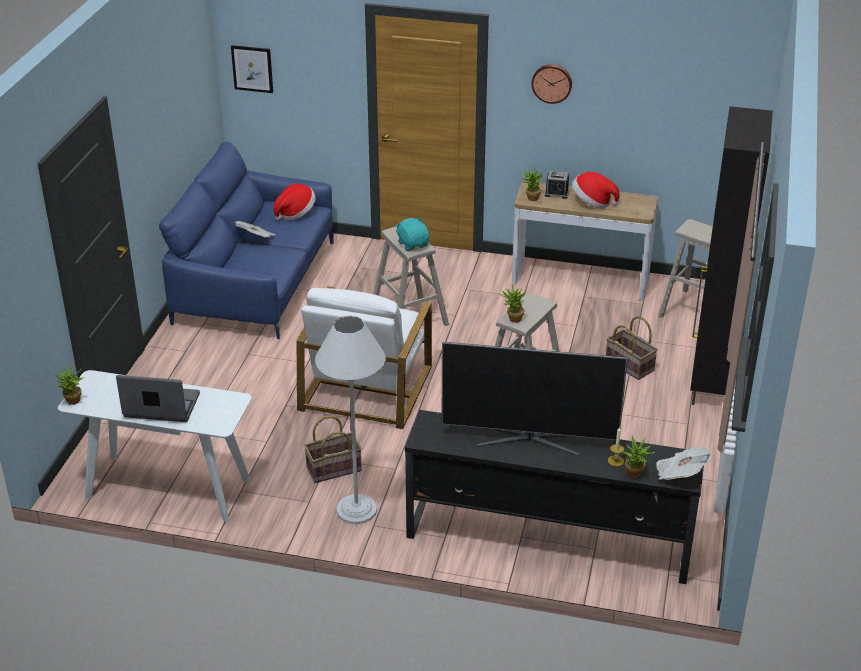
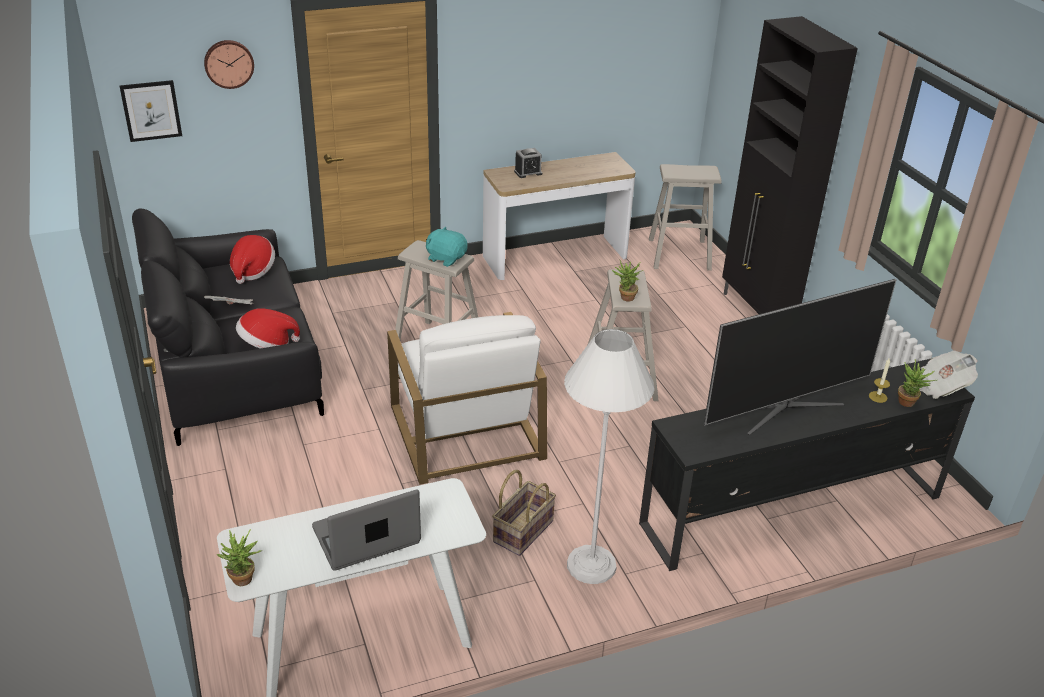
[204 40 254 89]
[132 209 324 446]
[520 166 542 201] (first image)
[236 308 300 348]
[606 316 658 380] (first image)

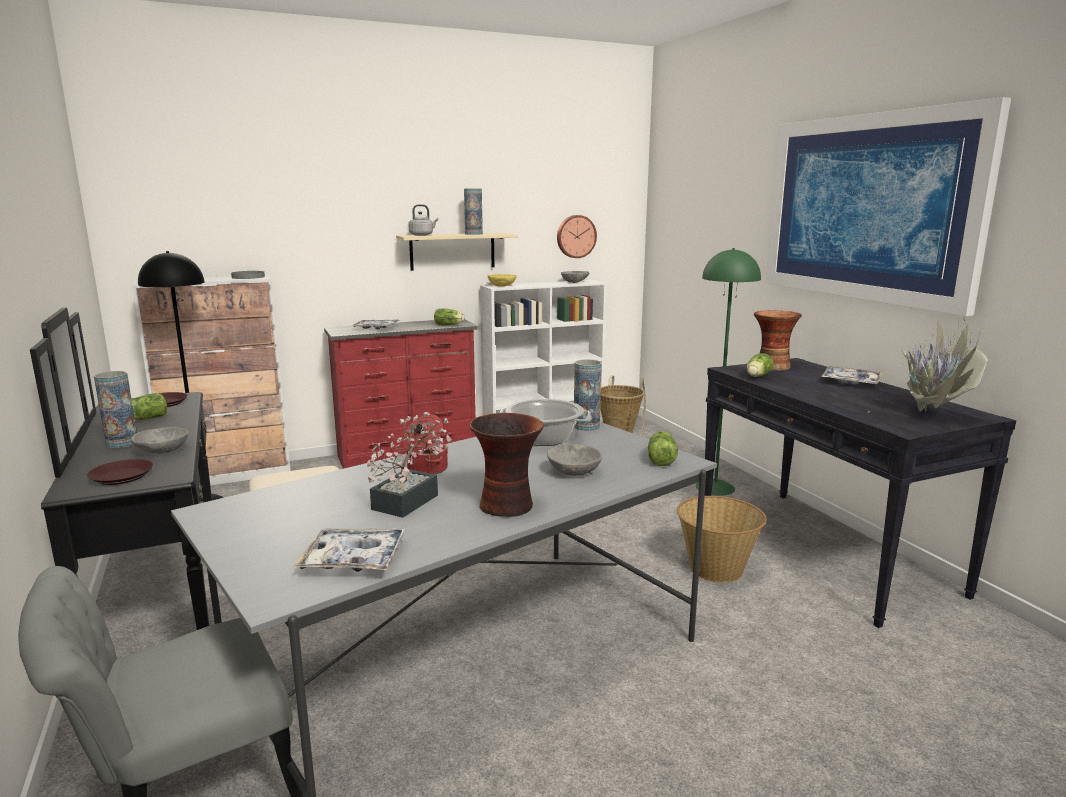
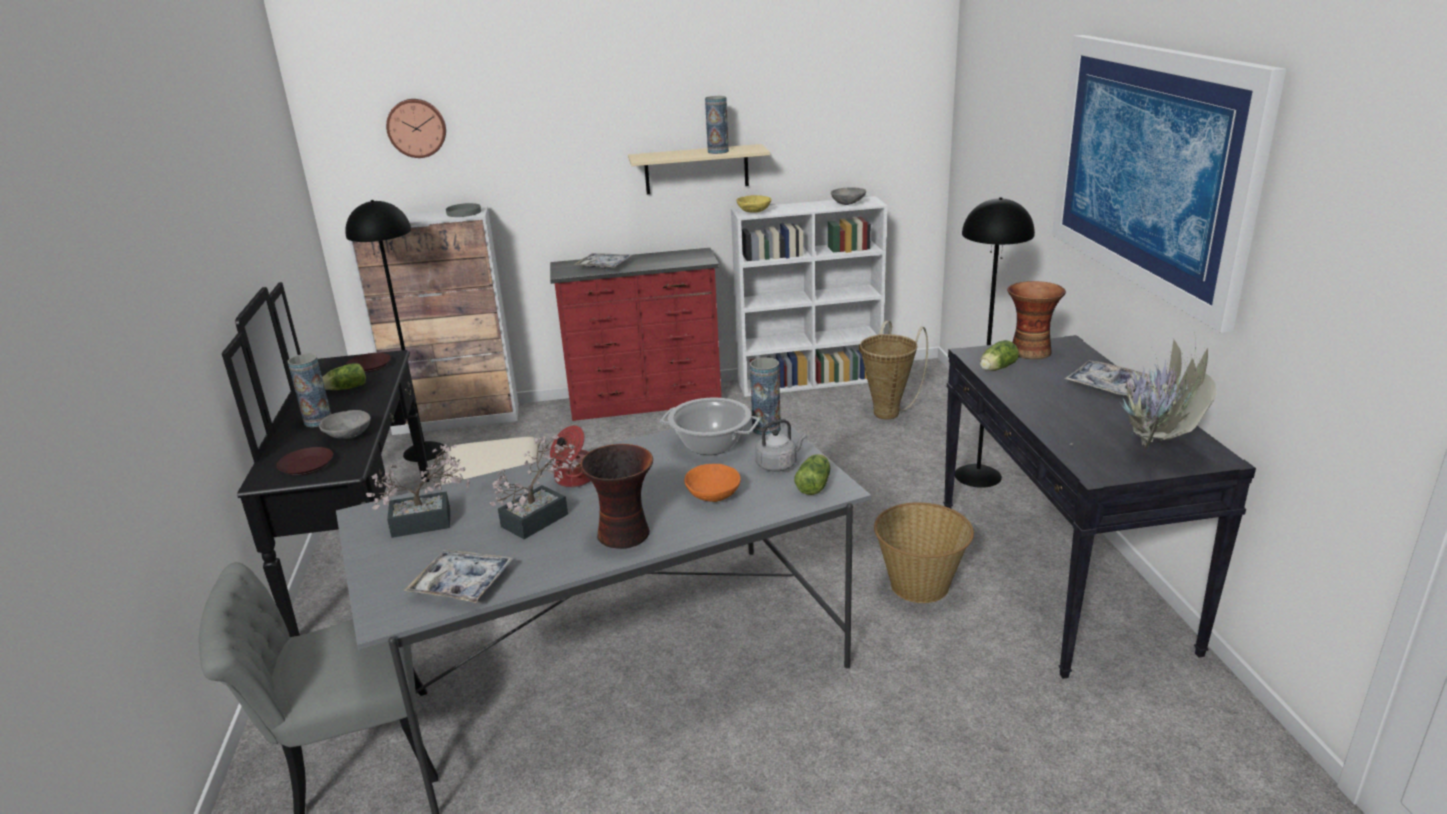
[755 419 807 472]
[386 99 446 158]
[955 197 1035 488]
[434 308 464 325] (first image)
[684 464 741 502]
[366 444 470 538]

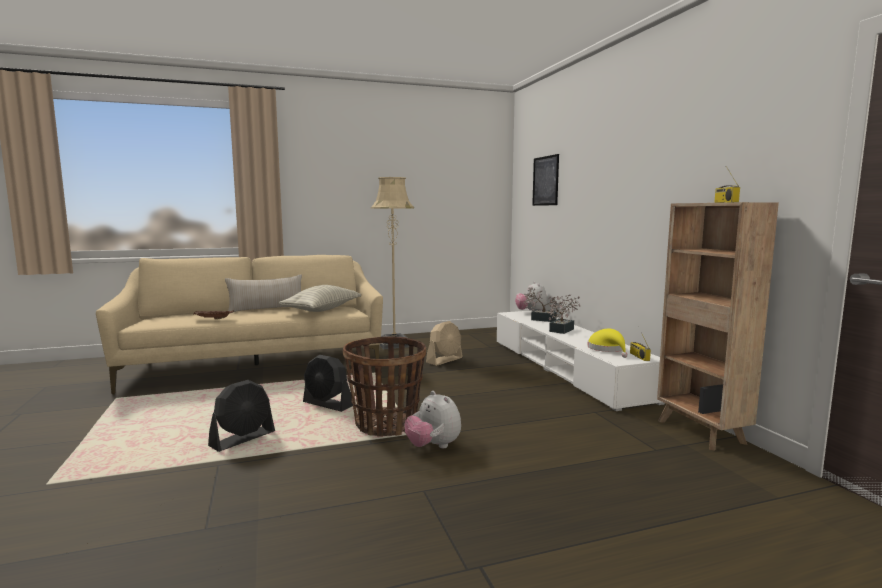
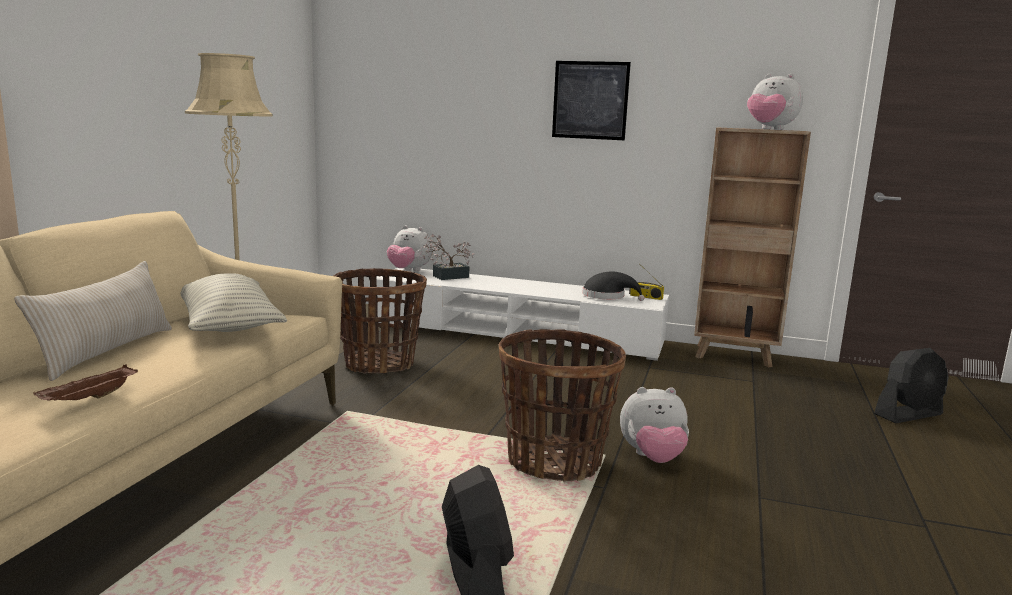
[552 61 631 140]
[747 74 803 130]
[549 294 580 334] (first image)
[333 268 427 374]
[583 272 645 301]
[874 348 949 423]

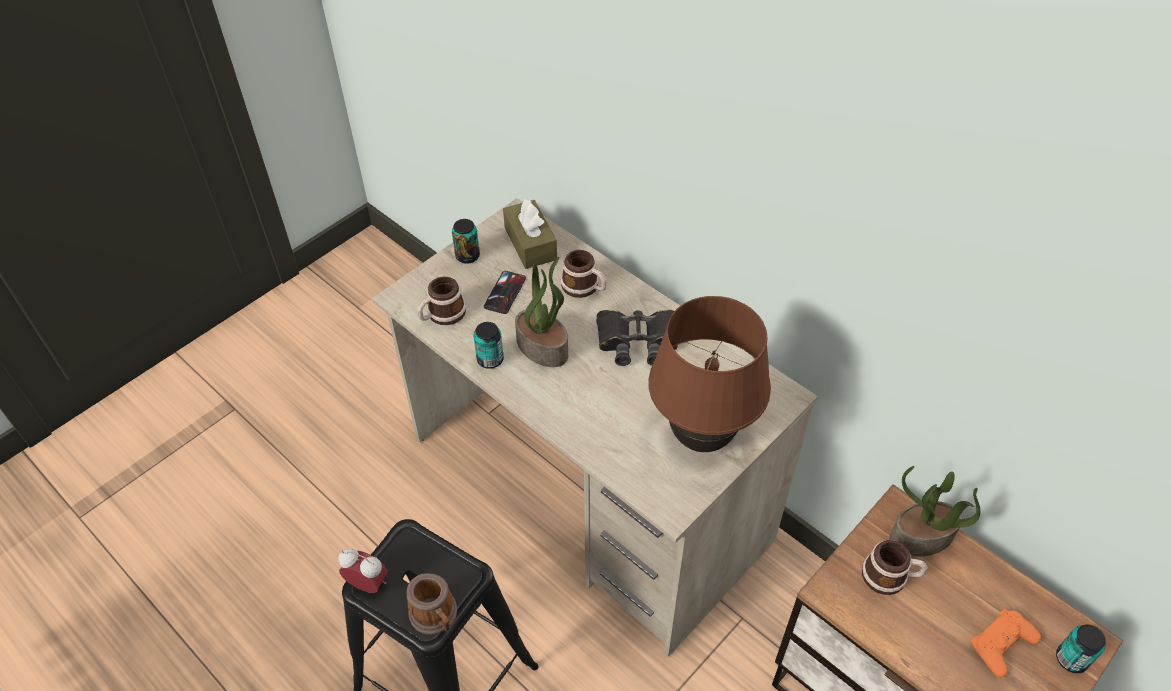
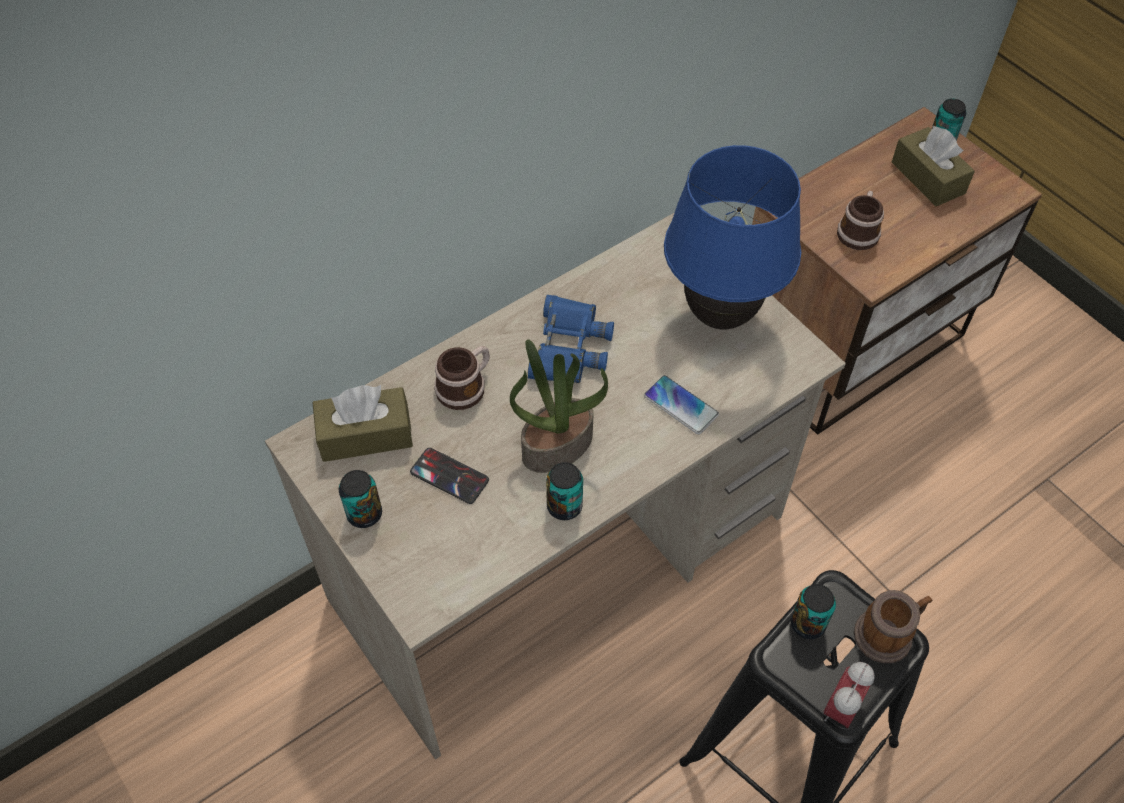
[417 276 466 325] (first image)
[664 145 801 329]
[528 295 614 383]
[889 466 980 556] (first image)
[892 126 975 206]
[644 375 719 434]
[791 584 836 639]

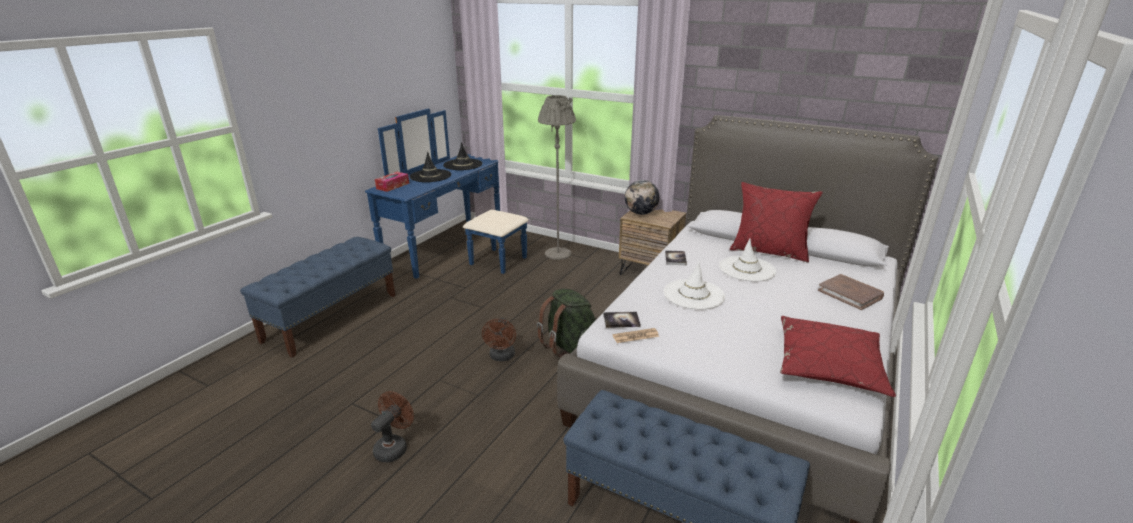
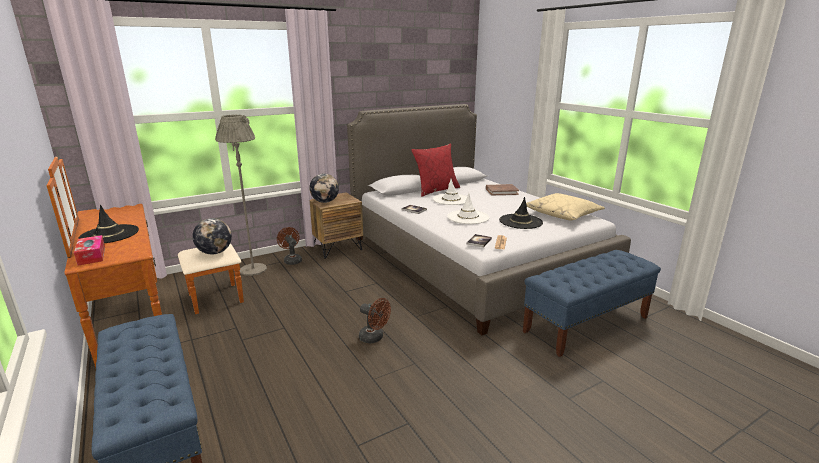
[46 157 244 367]
[499 197 543 229]
[537 289 595 358] (first image)
[526 193 605 220]
[277 227 302 265]
[192 218 232 254]

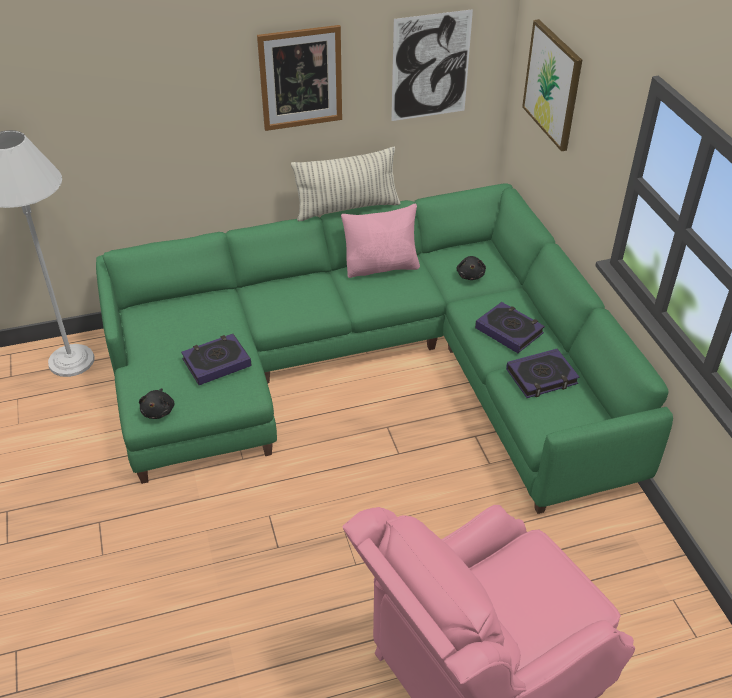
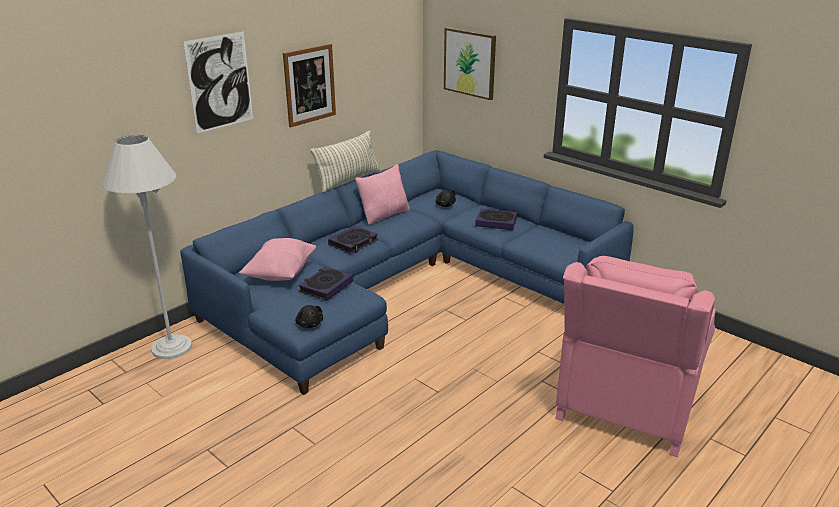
[183 32 253 133]
[180 150 634 395]
[328 225 378 254]
[239 238 316 281]

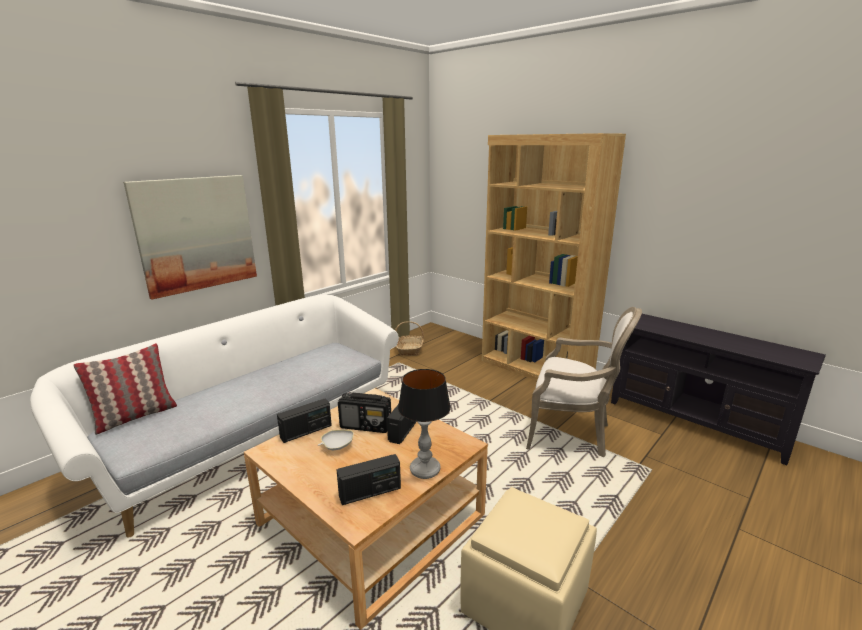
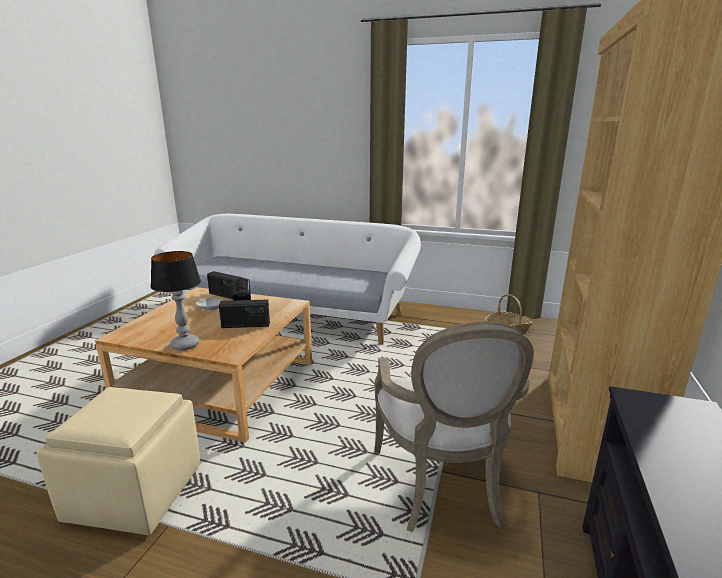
[123 175 257 300] (first image)
[74 343 177 435] (first image)
[337 454 401 505] (first image)

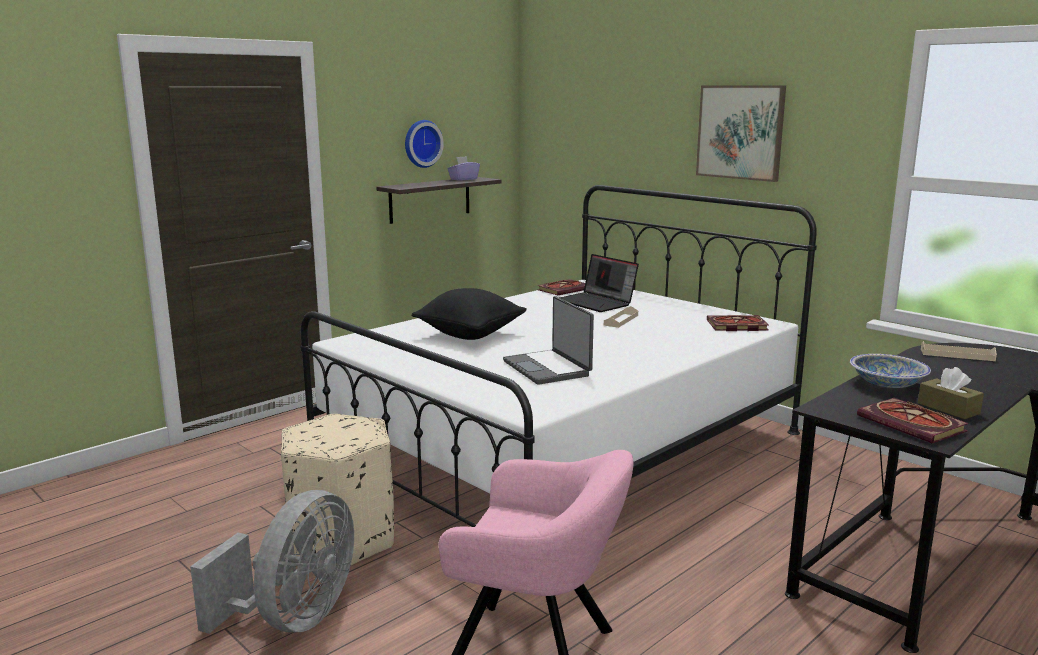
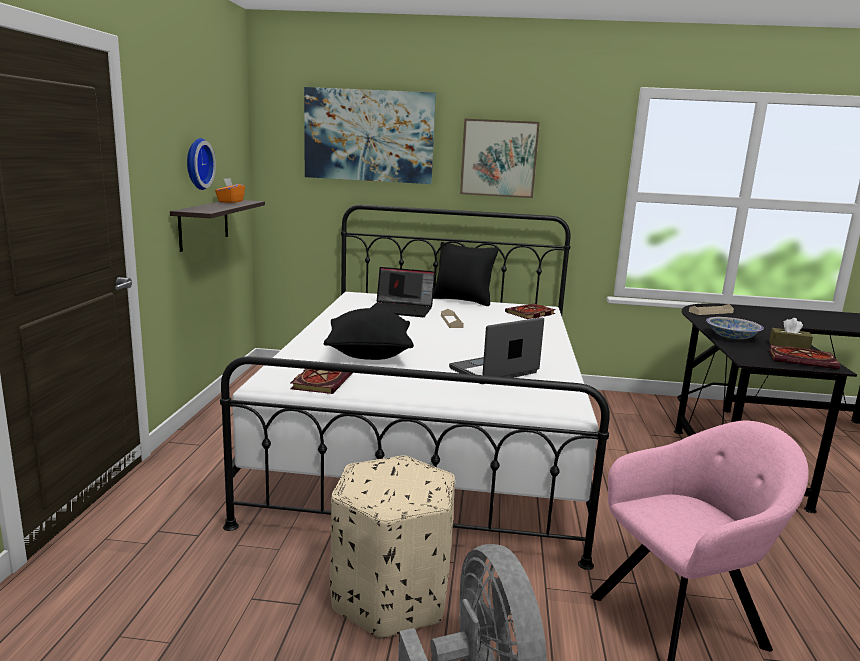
[215 178 245 203]
[290 369 352 394]
[449 317 544 384]
[304 87 436 184]
[433 242 498 306]

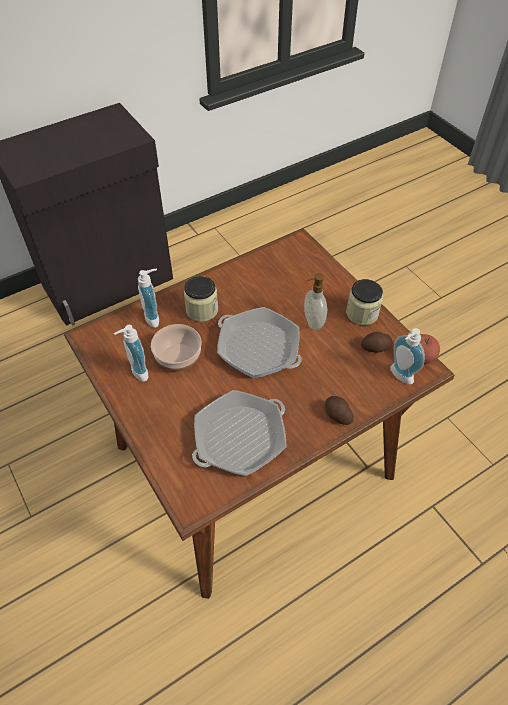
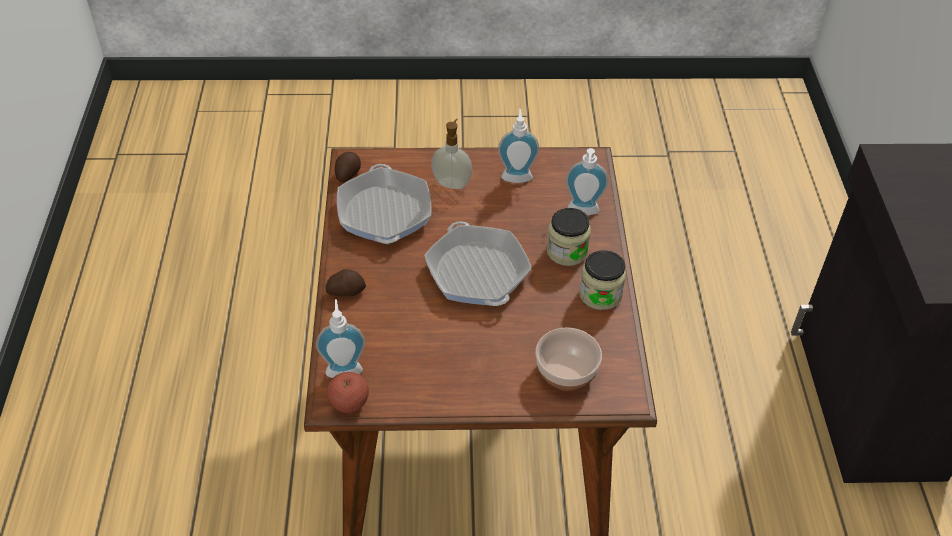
[431 119 472 189]
[579 250 626 310]
[424 221 532 306]
[536 327 602 391]
[335 152 361 182]

